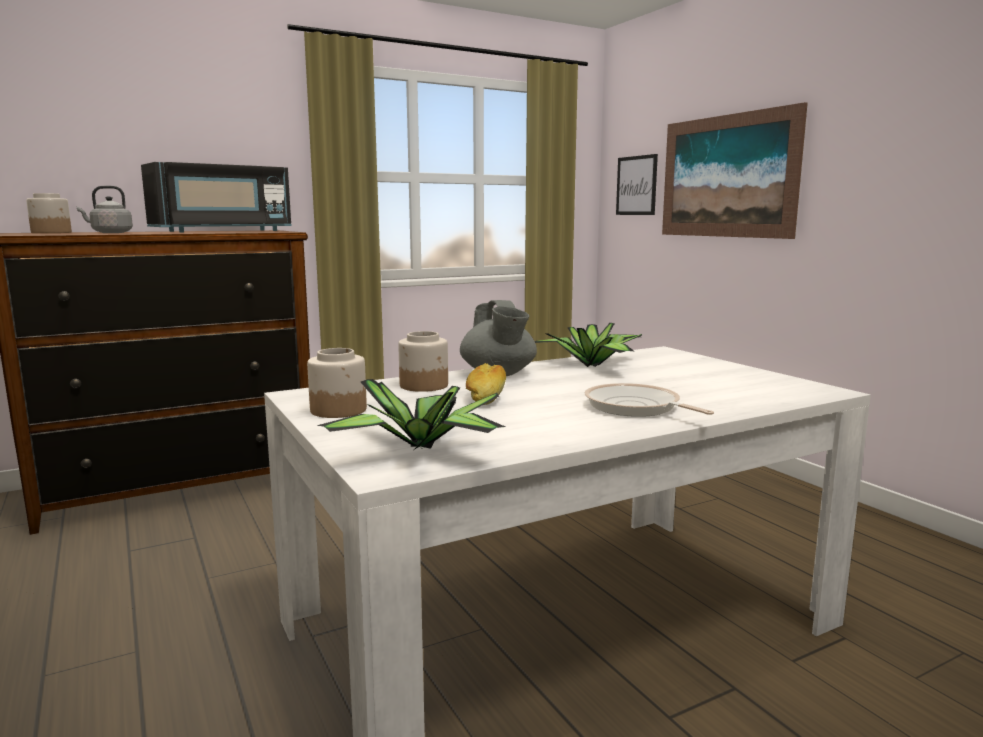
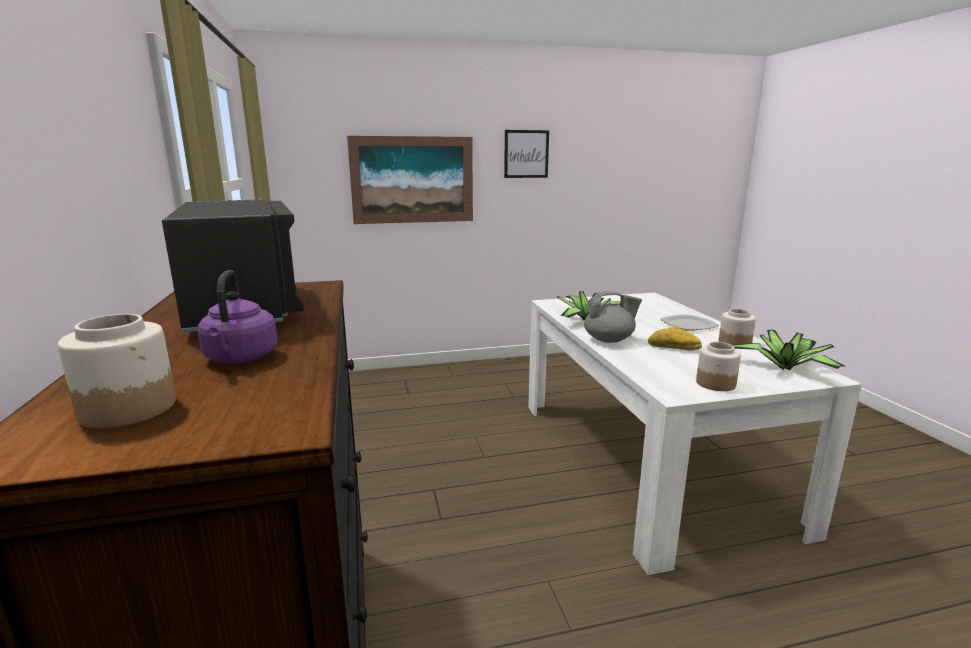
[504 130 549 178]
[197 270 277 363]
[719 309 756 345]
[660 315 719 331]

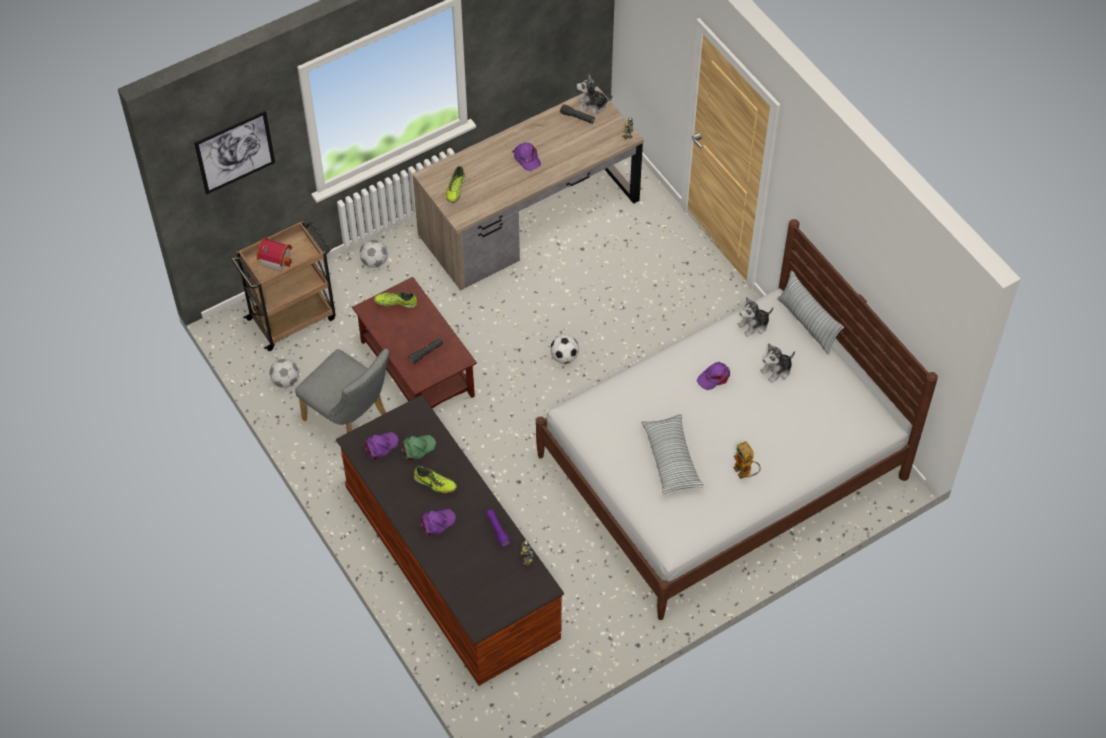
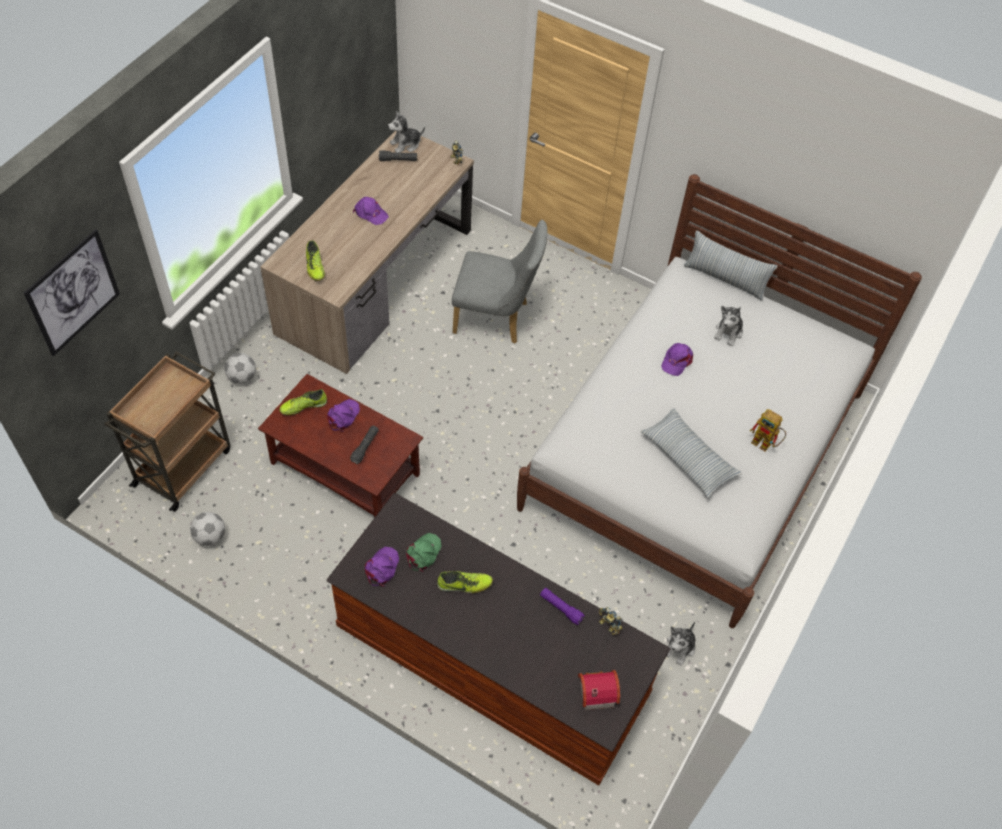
[578 670 620 710]
[667 622 696 666]
[550 335 579 364] (first image)
[452 220 548 344]
[327 399 360 432]

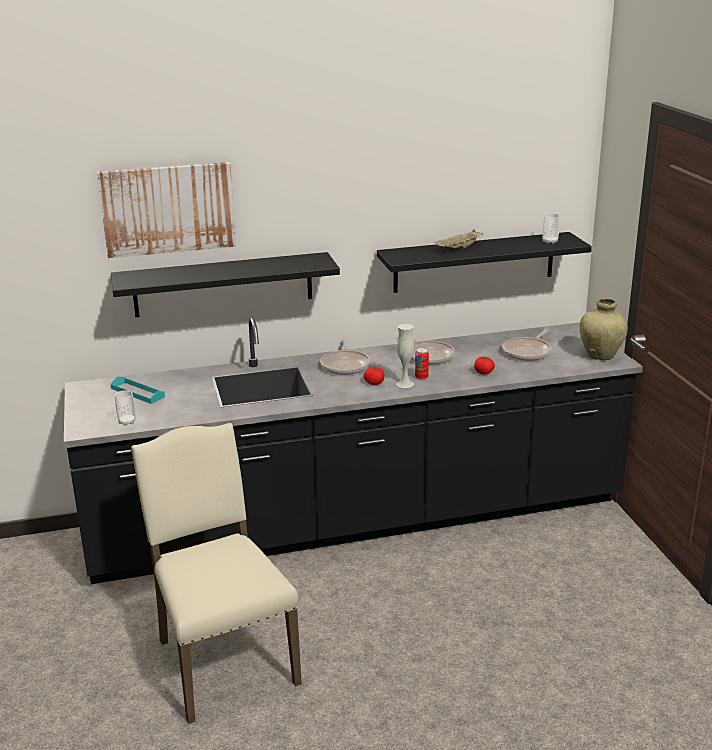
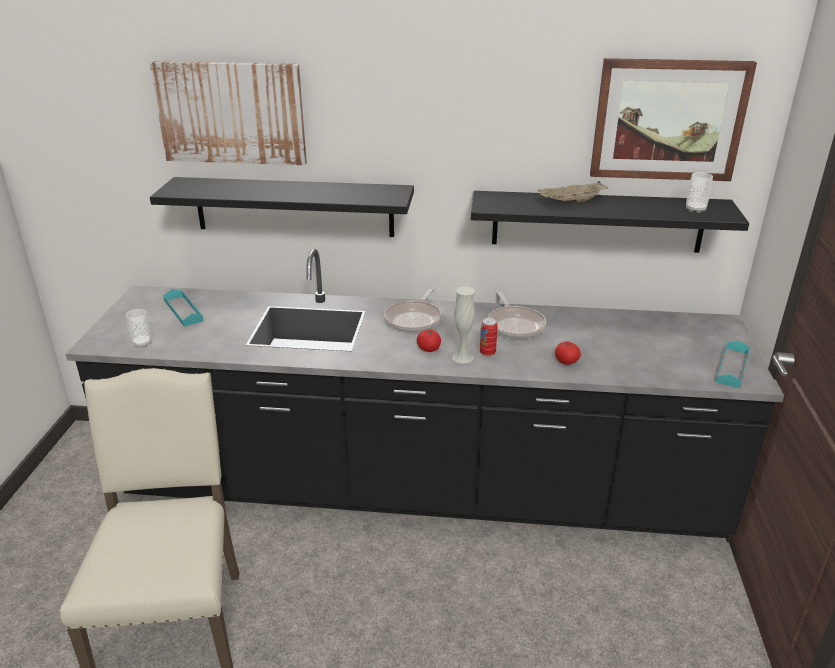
[716 340 750 388]
[502 329 551 361] (first image)
[590 58 757 181]

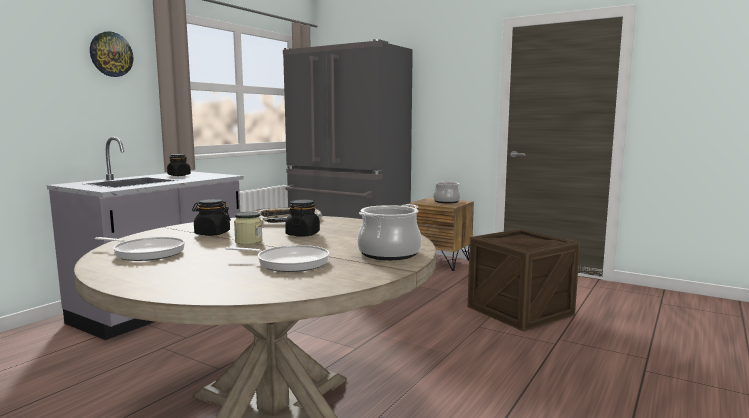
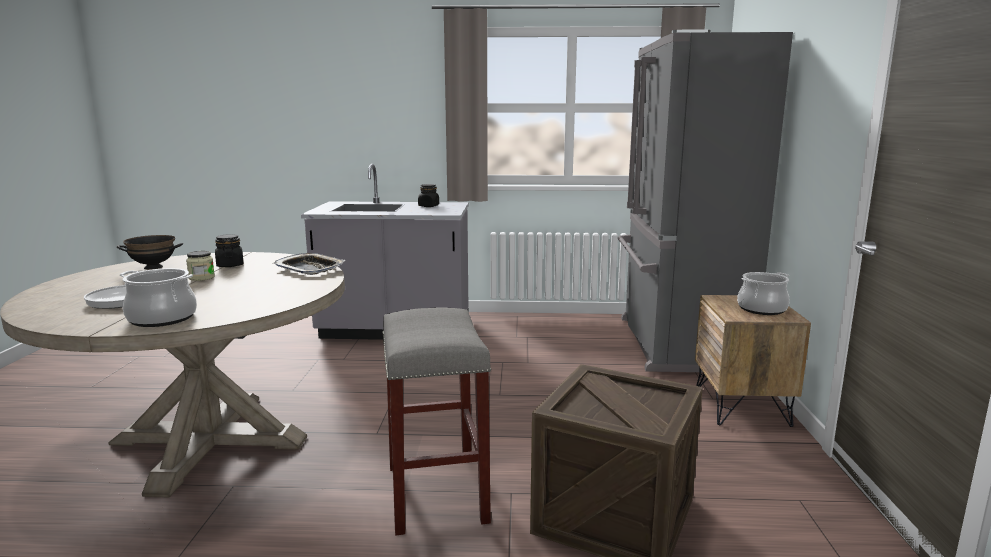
[90 31 133 77] (first image)
[285 200 320 237] (first image)
[117 235 183 269]
[383 307 491 535]

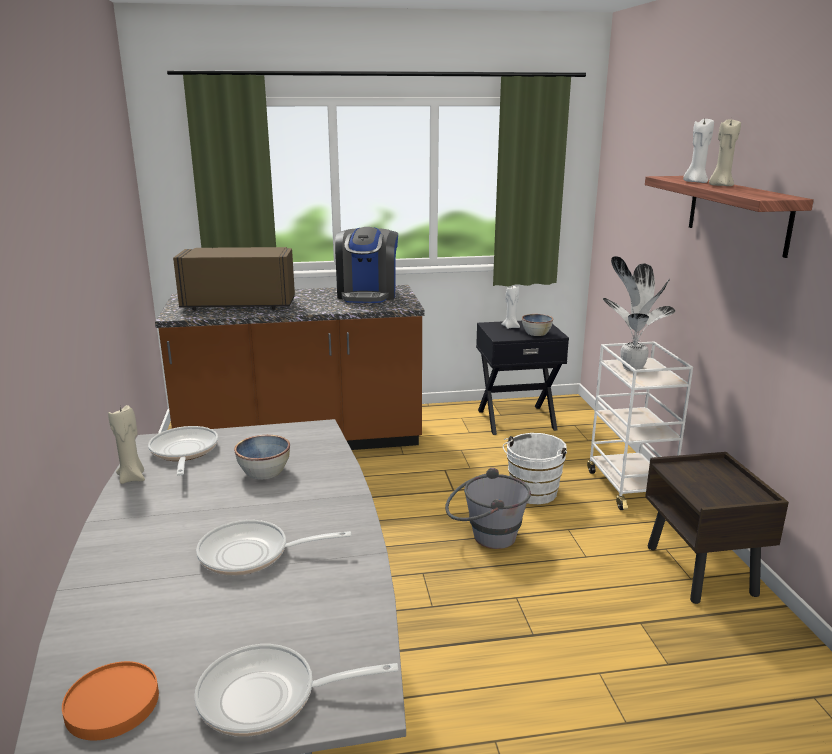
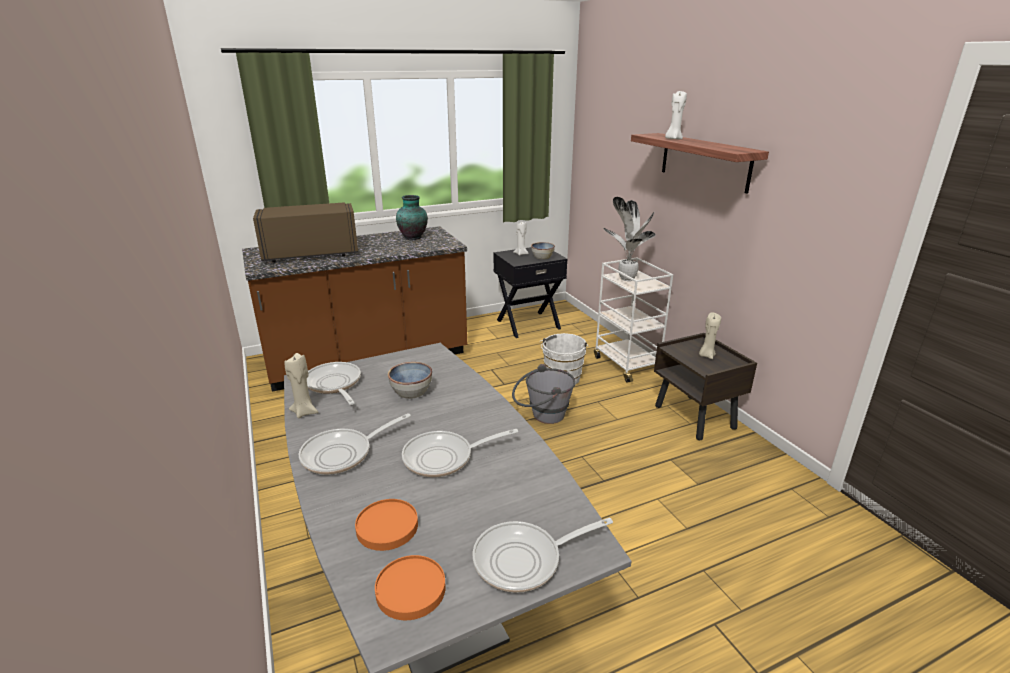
[699 312 721 359]
[396 195 428 240]
[299 413 411 475]
[355 499 418 551]

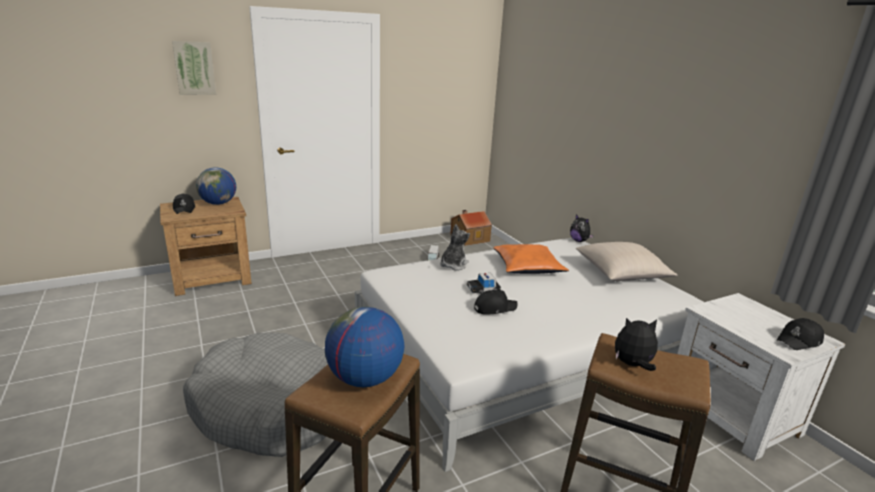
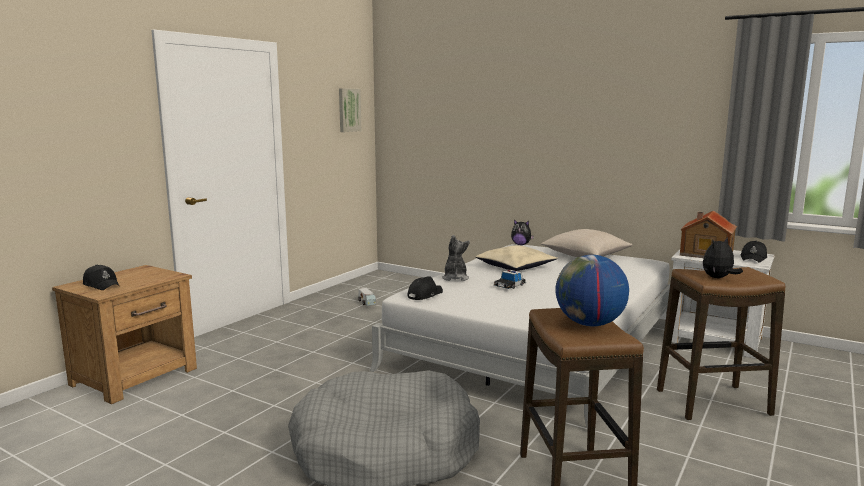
[339 88 361 132]
[196 167 236 205] (first image)
[680 211 737 258]
[476 245 558 271]
[408 276 443 300]

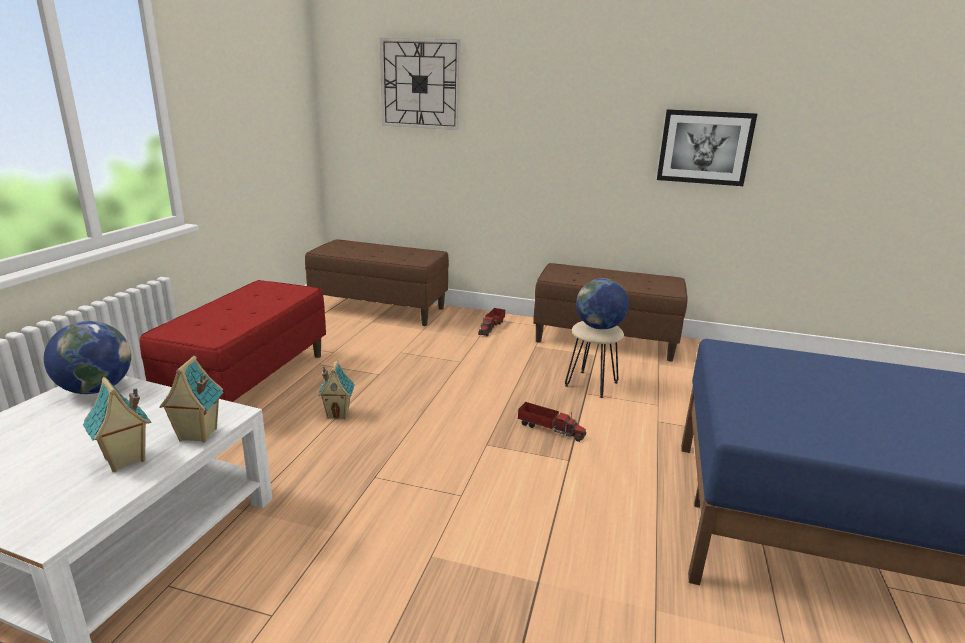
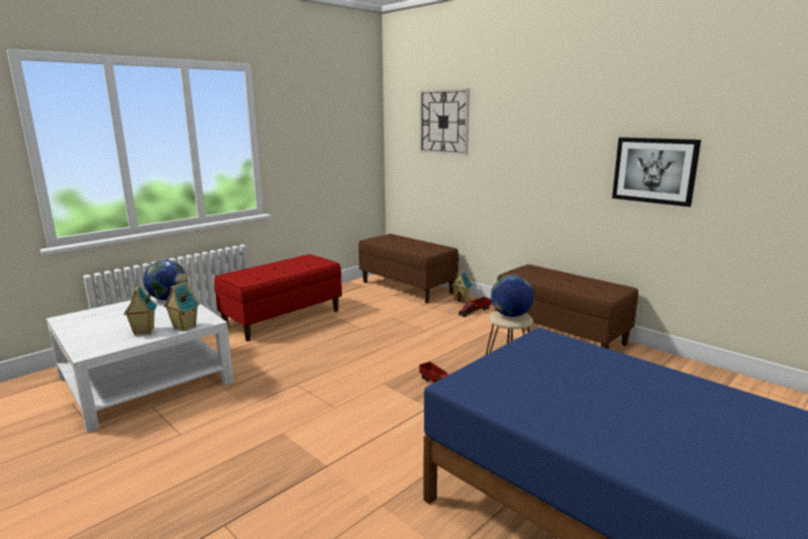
[451 270 472 302]

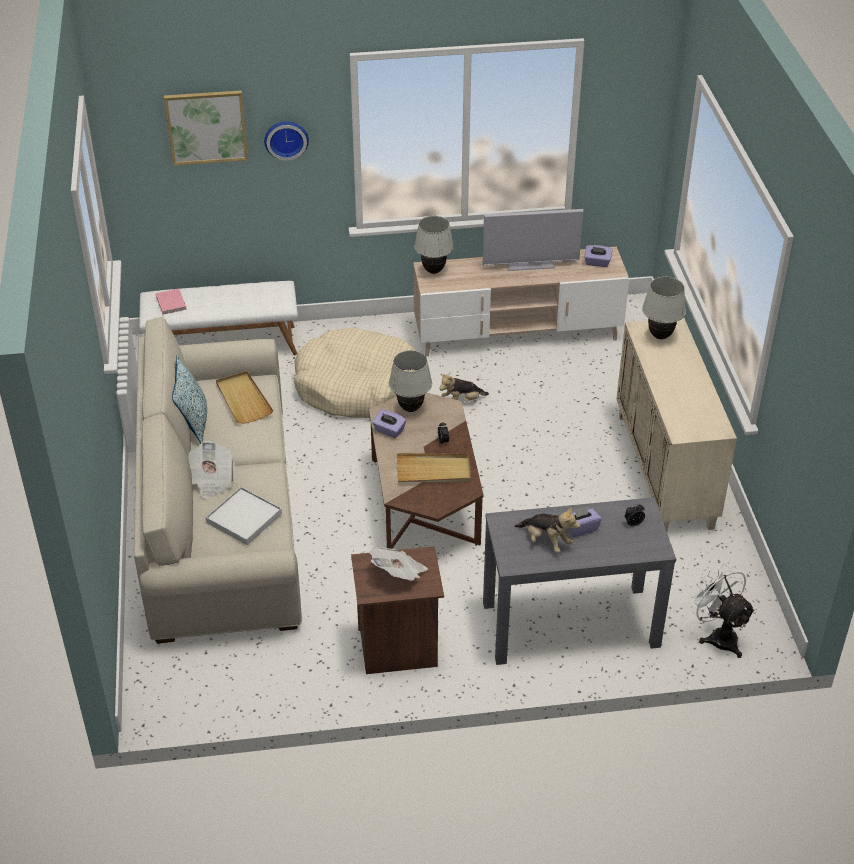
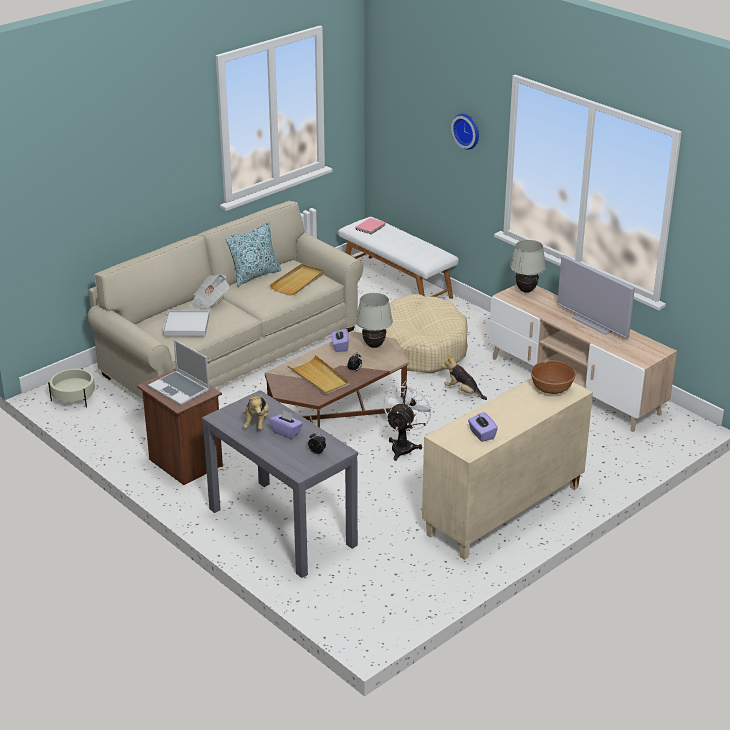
[164 90 248 165] (first image)
[468 412 498 442]
[531 361 576 394]
[148 339 210 405]
[383 381 434 461]
[48 368 95 408]

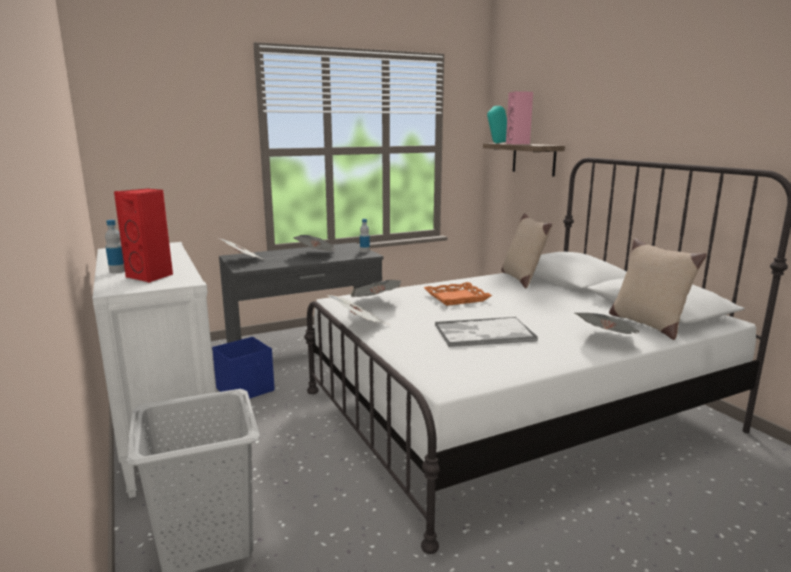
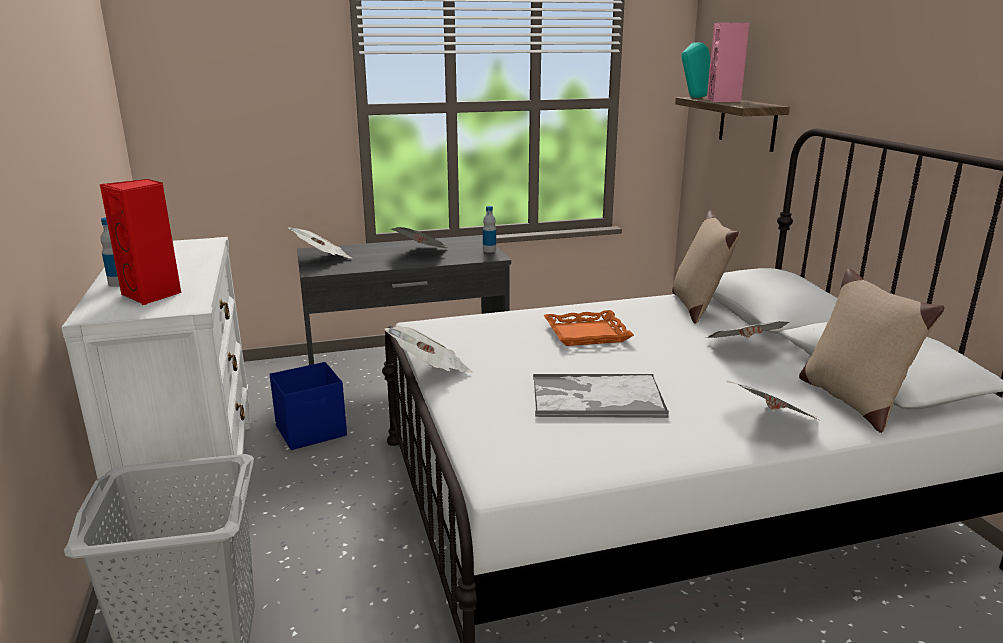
[707 321 790 338]

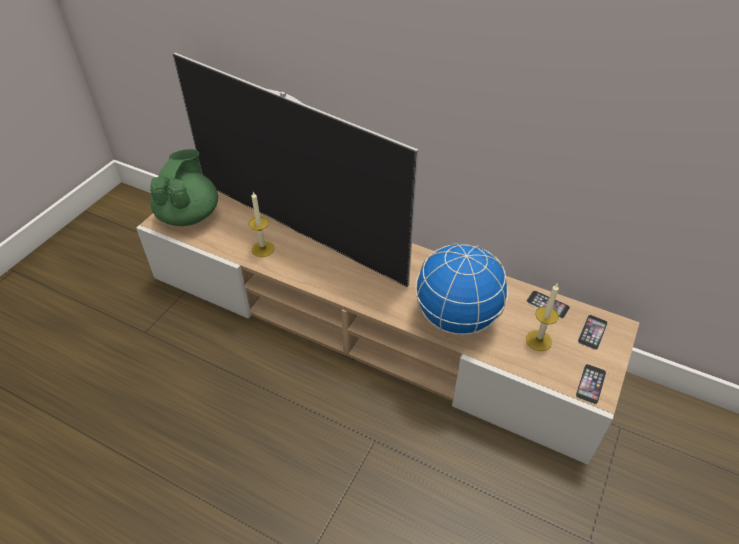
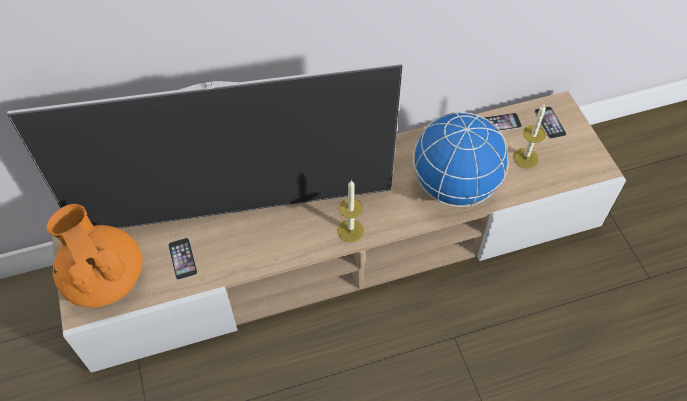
[46 204 143 308]
[337 180 364 242]
[168 238 198 280]

